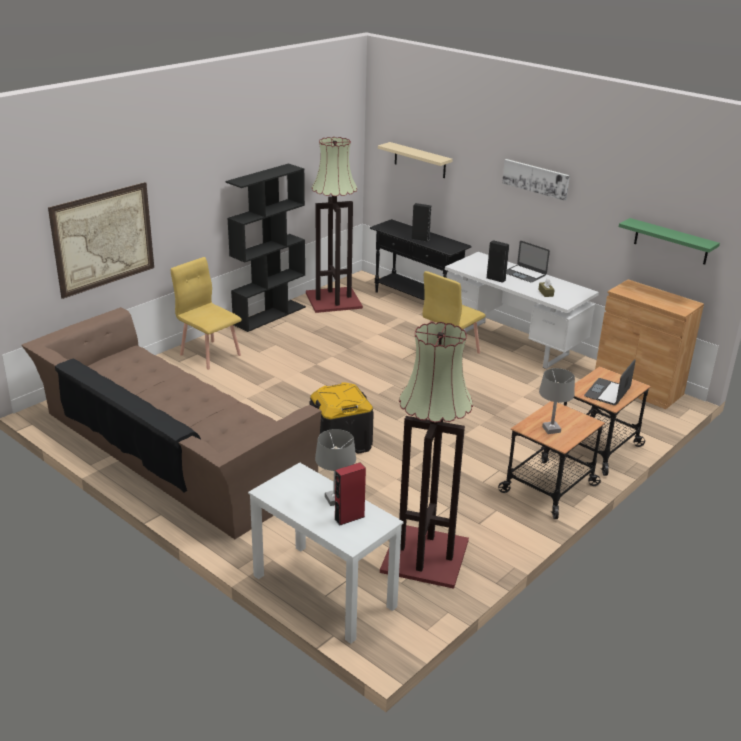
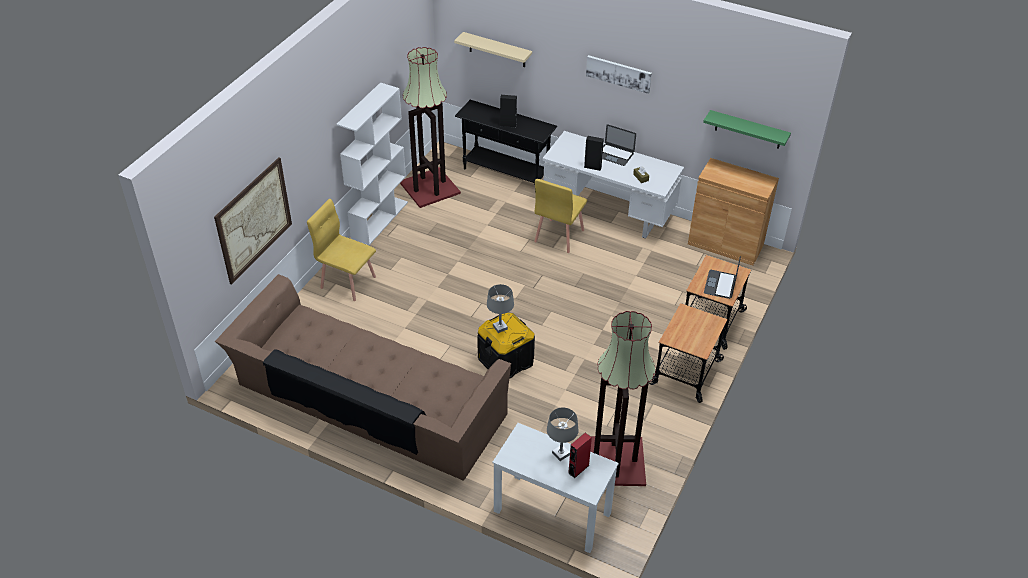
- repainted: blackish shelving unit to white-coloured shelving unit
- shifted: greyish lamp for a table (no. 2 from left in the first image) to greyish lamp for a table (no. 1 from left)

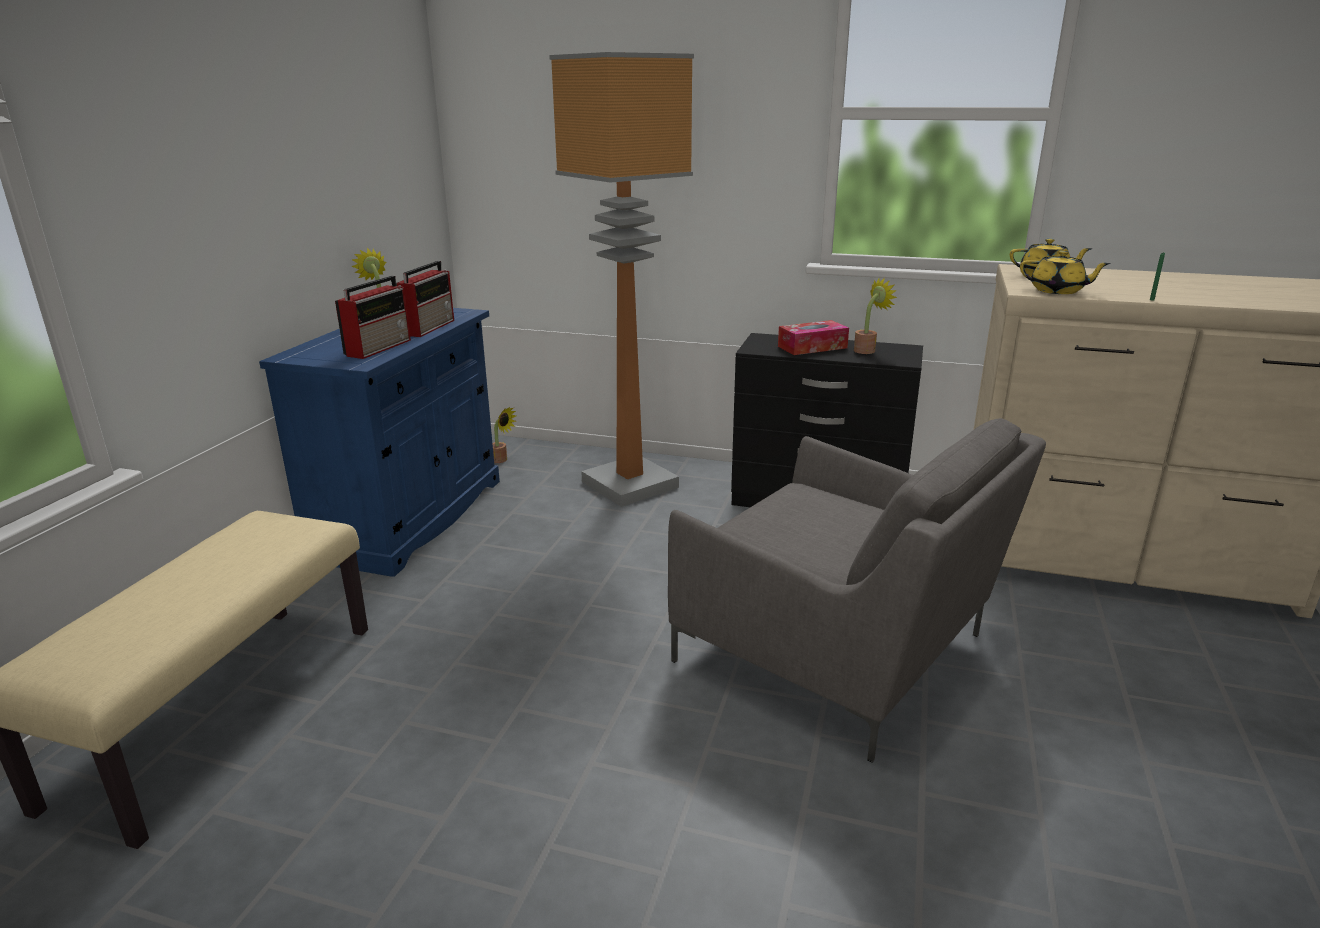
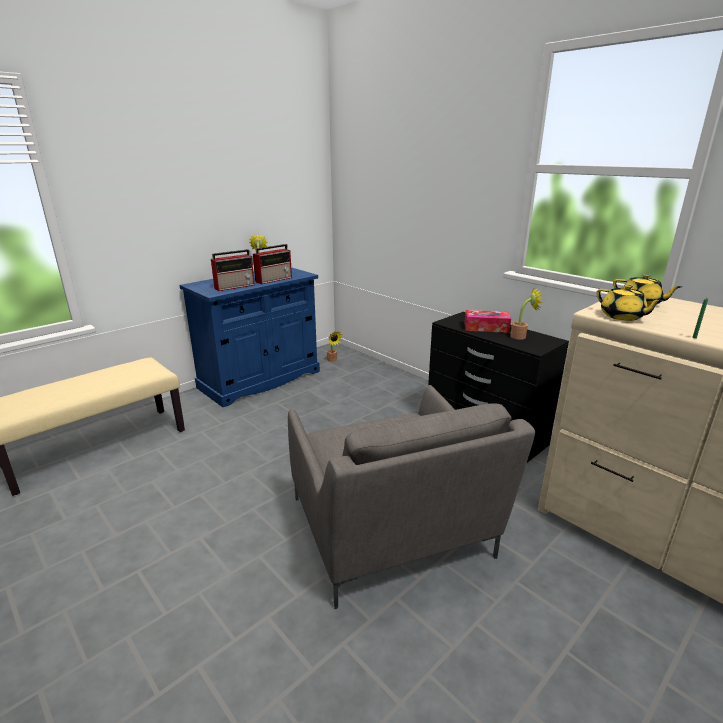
- gone: floor lamp

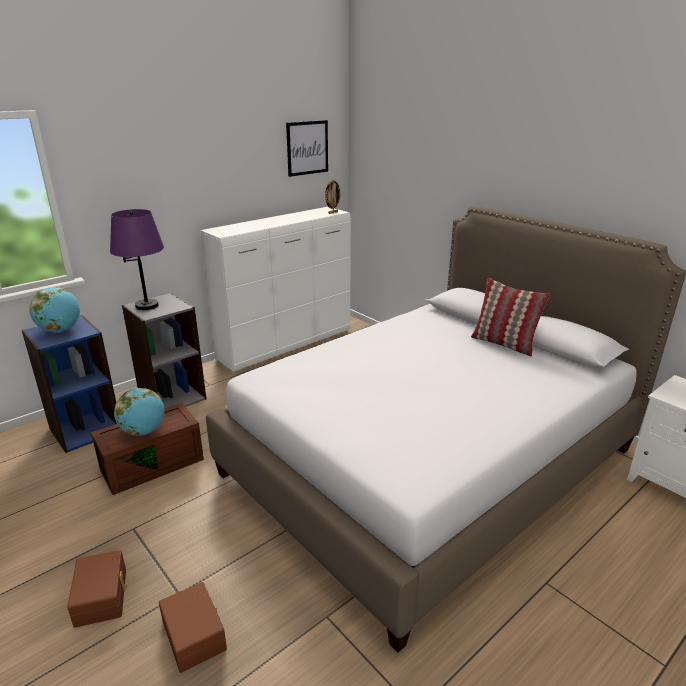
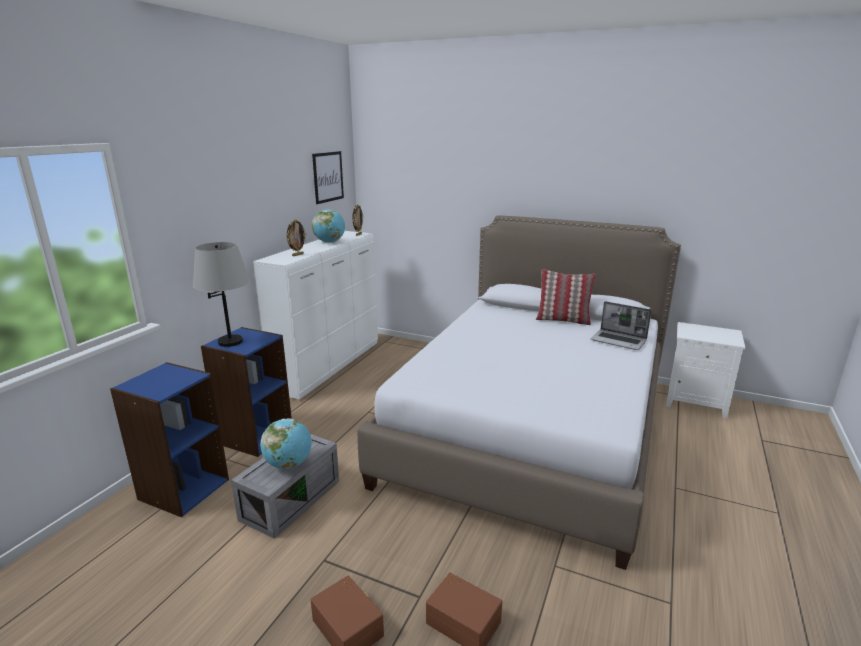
- repainted: purplish lamp for a table to greyish lamp for a table
- repainted: greyish shelving unit to bluish shelving unit (no. 2 from left)
- repainted: brownish storage bin (no. 2 from left) to greyish storage bin
- new: standing frame (no. 1 from left)
- shifted: desk globe (no. 1 from left in the first image) to desk globe (no. 2 from left)
- new: laptop

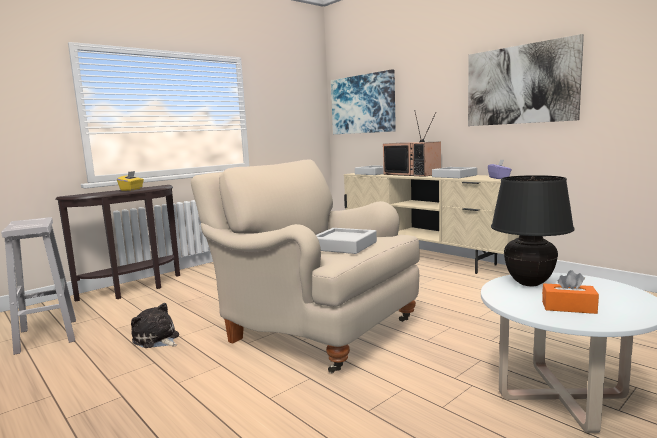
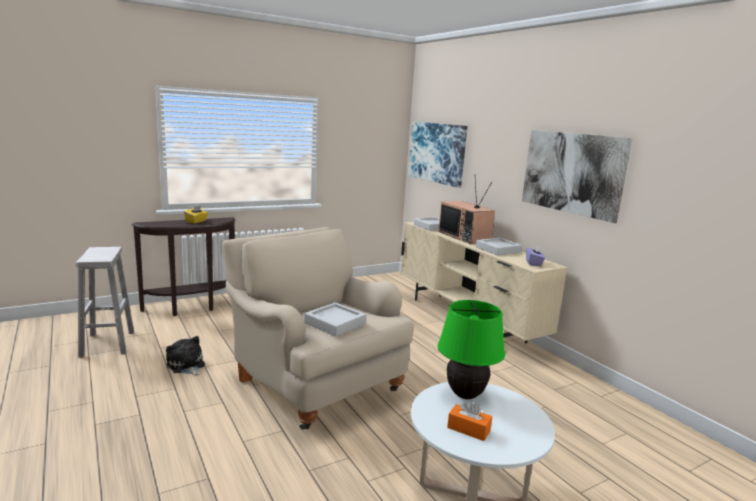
- repainted: blackish lamp for a table to green-coloured lamp for a table

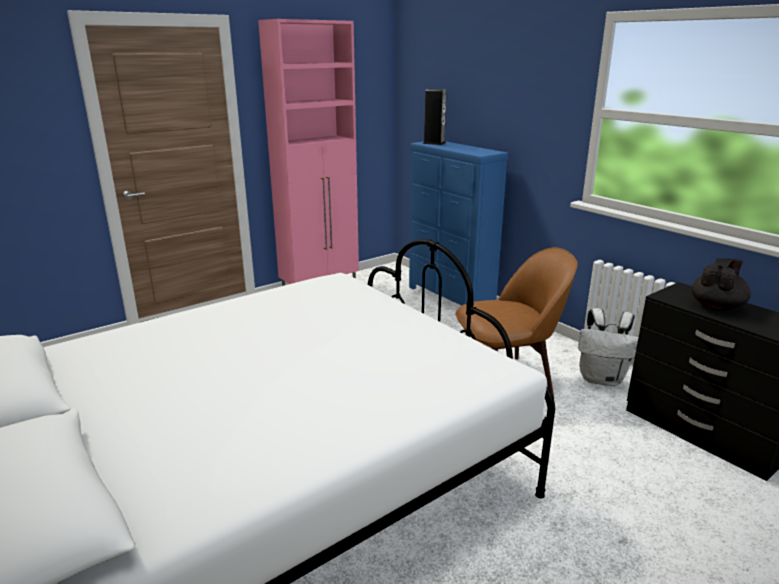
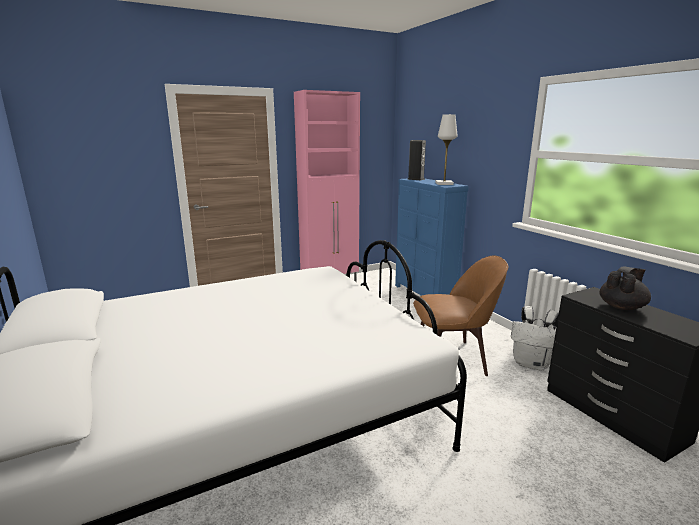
- new: white-coloured lamp for a table

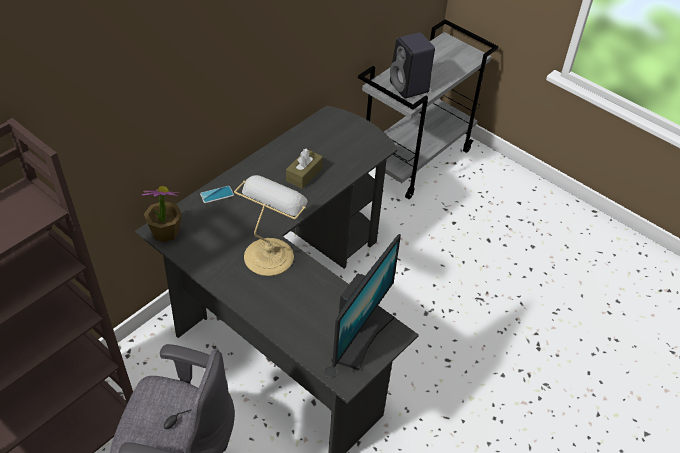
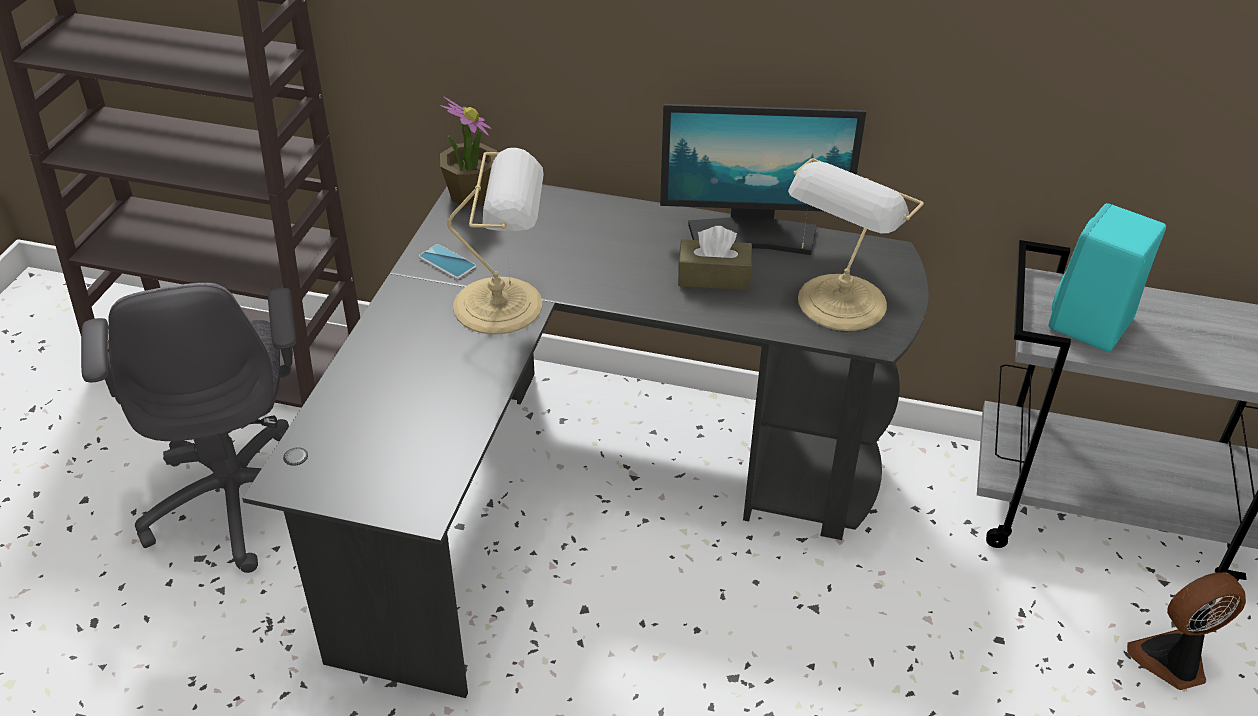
- shifted: phone
- shifted: computer screen
- new: lamp for a table (no. 2 from left)
- repainted: blackish speaker to blue-green speaker
- new: cooling fan

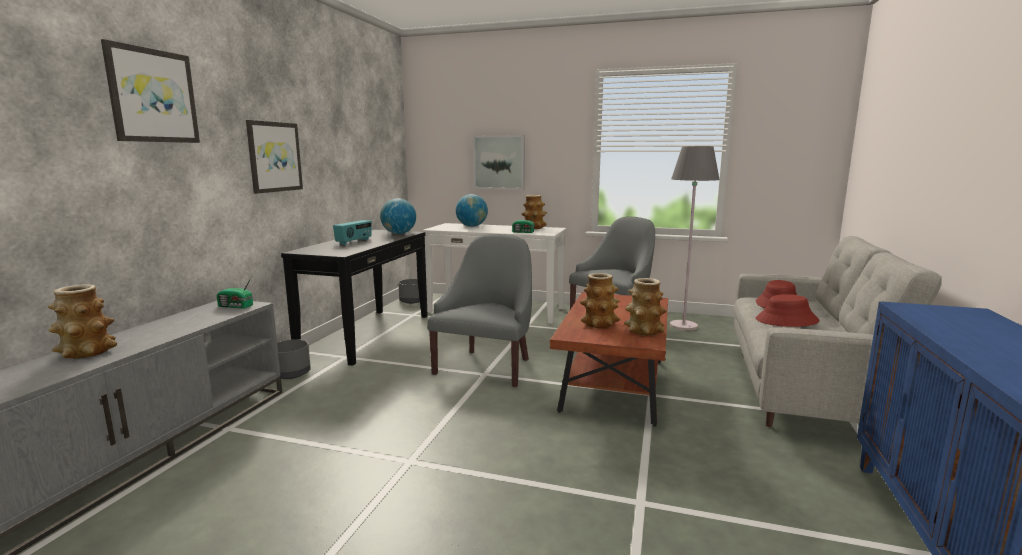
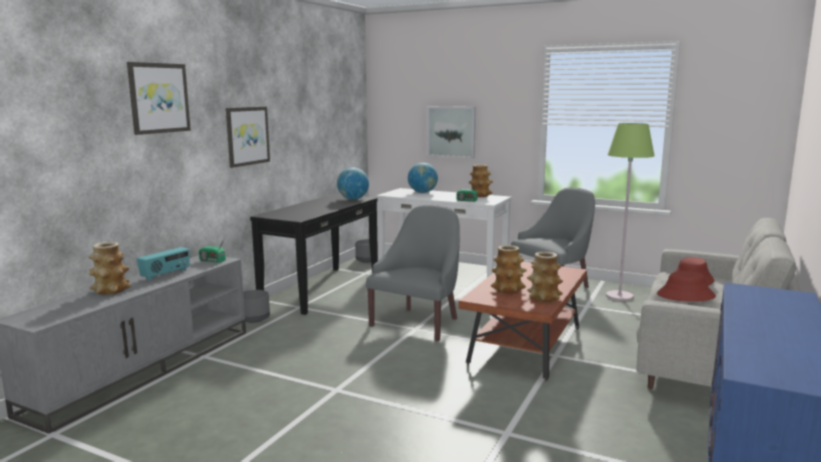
- shifted: radio (no. 2 from left in the first image) to radio (no. 1 from left)
- repainted: greyish floor lamp to green-coloured floor lamp

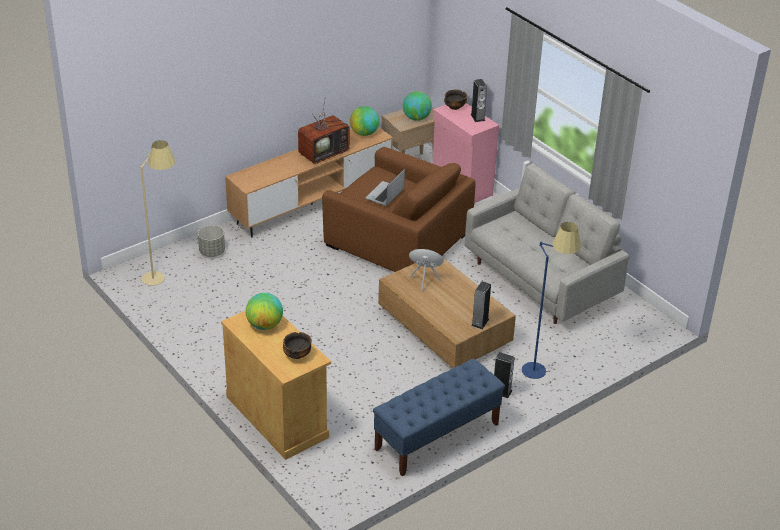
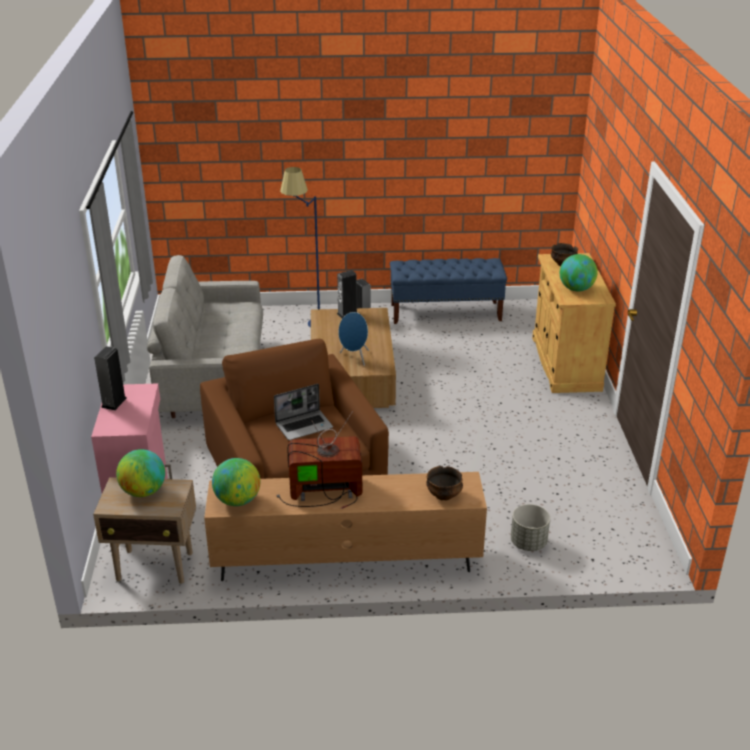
- shifted: serving bowl (no. 2 from left in the first image) to serving bowl (no. 1 from left)
- gone: beige-coloured floor lamp

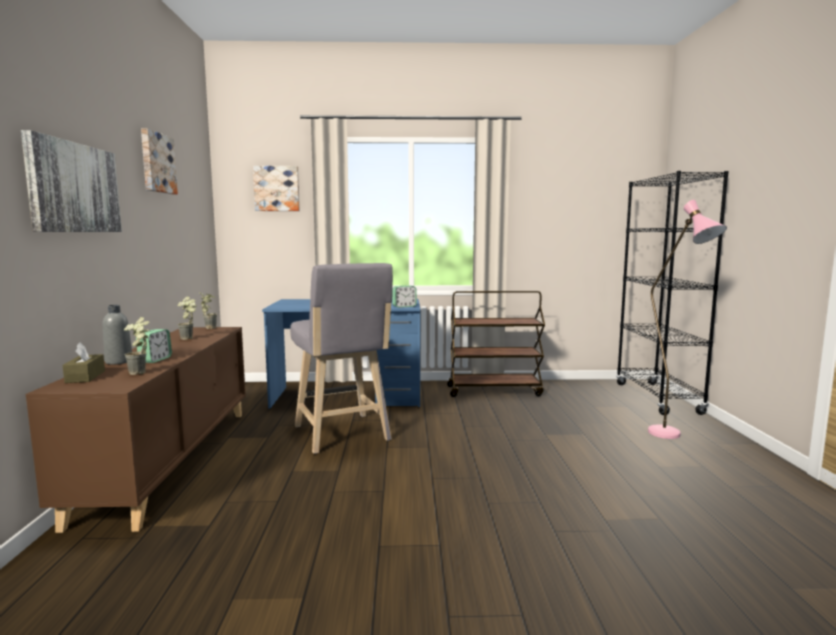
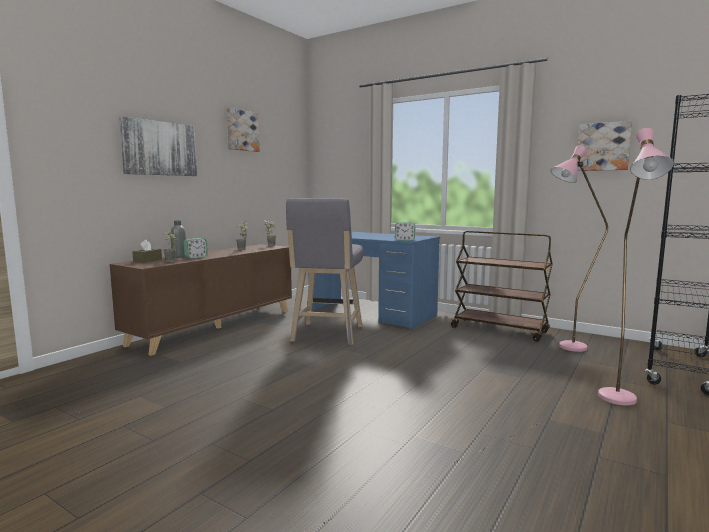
- new: pink floor lamp (no. 1 from left)
- shifted: wall art (no. 3 from left)

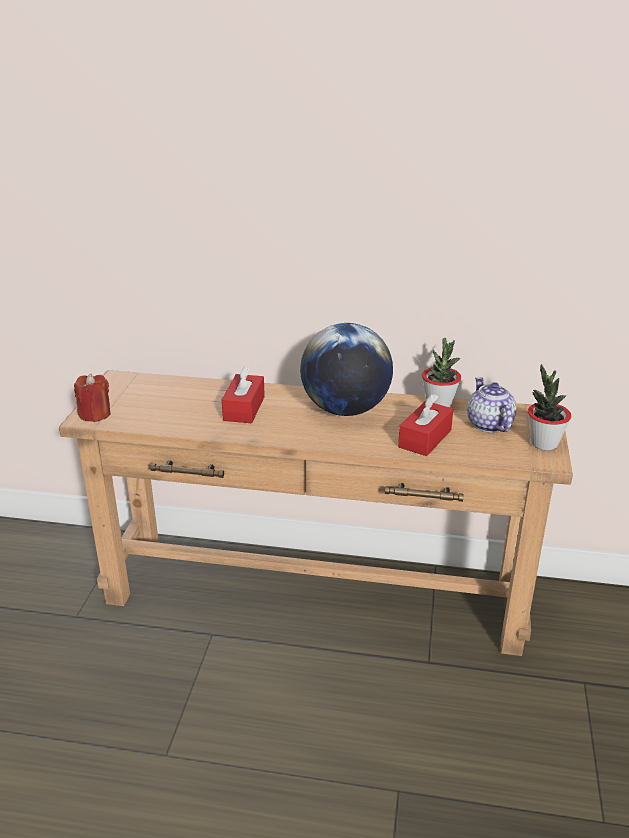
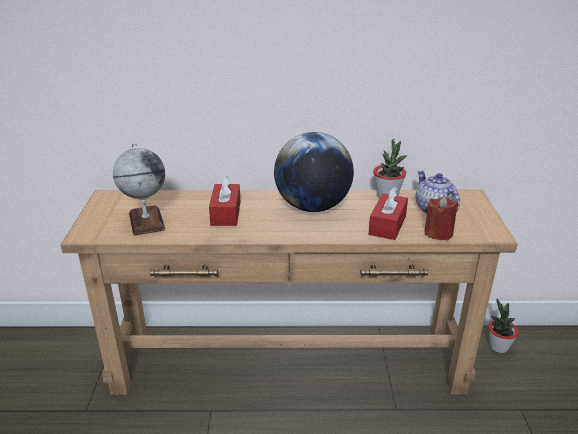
- new: desk globe (no. 1 from left)
- shifted: reddish candle
- shifted: plant in a pot (no. 2 from left)

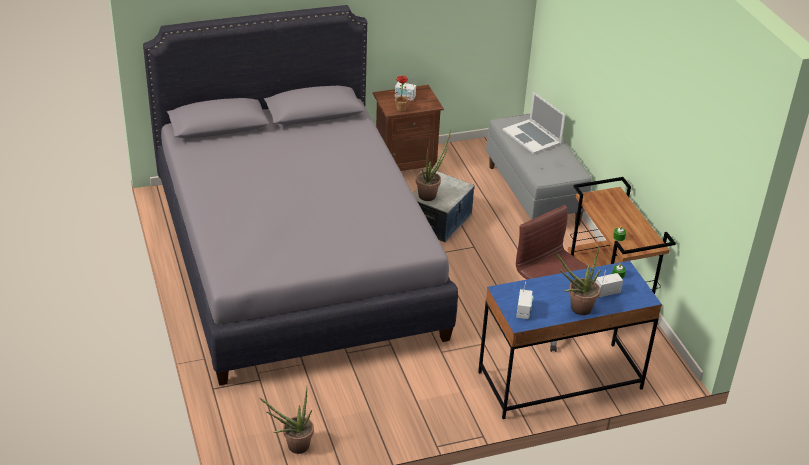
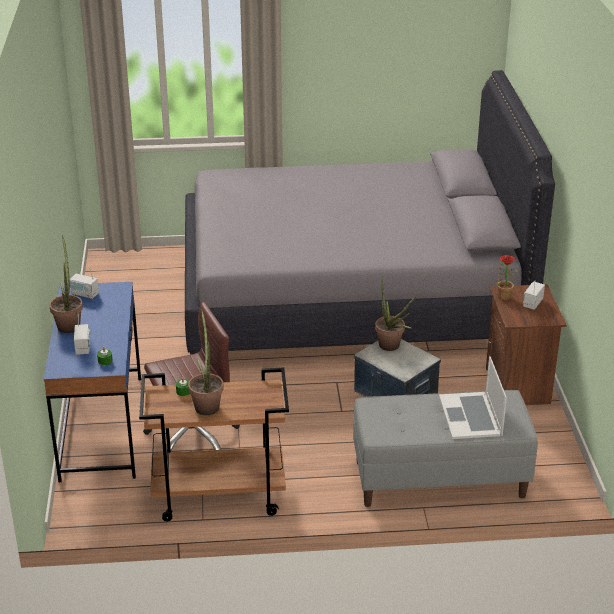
- shifted: plant in a pot (no. 1 from left in the first image) to plant in a pot (no. 2 from left)
- rotated: laptop 75 degrees counterclockwise

